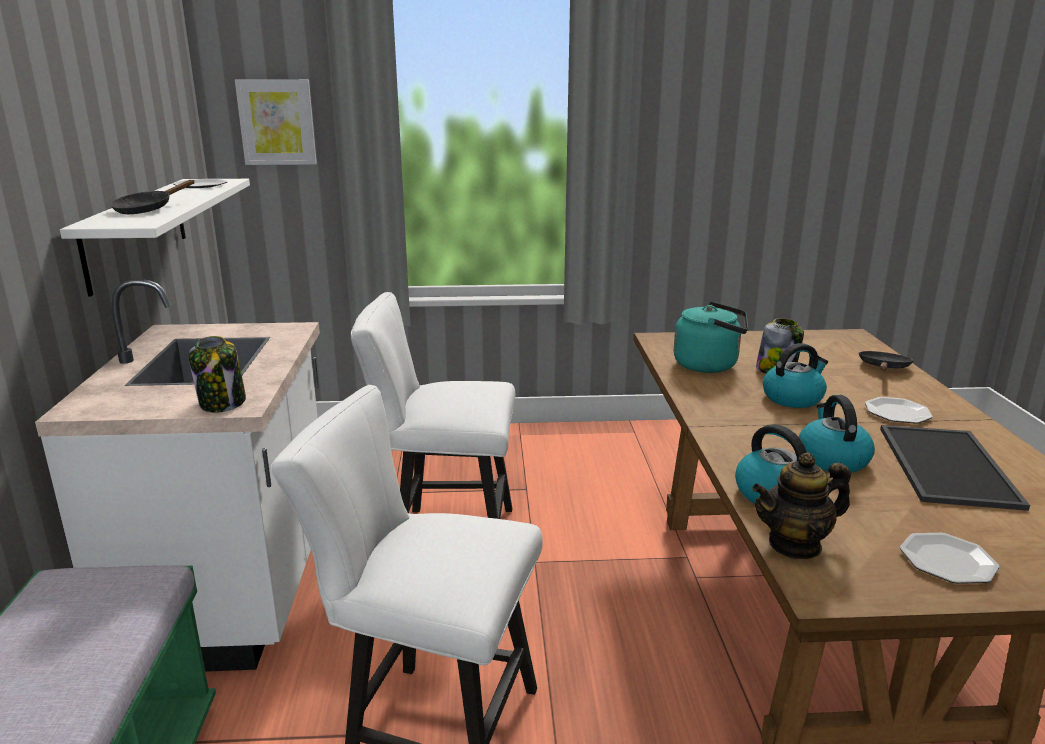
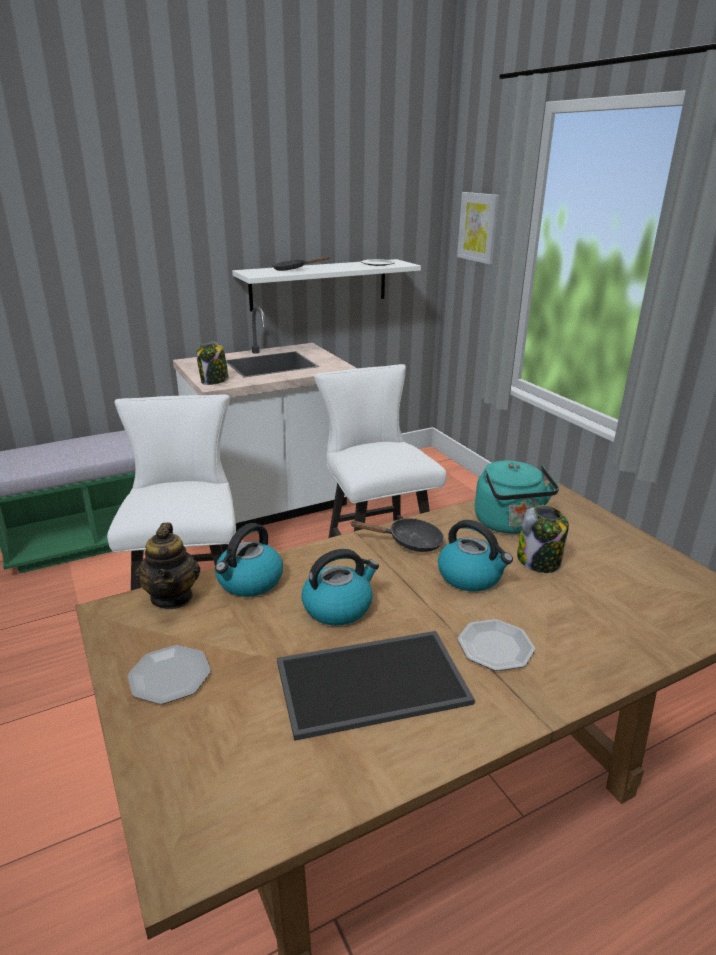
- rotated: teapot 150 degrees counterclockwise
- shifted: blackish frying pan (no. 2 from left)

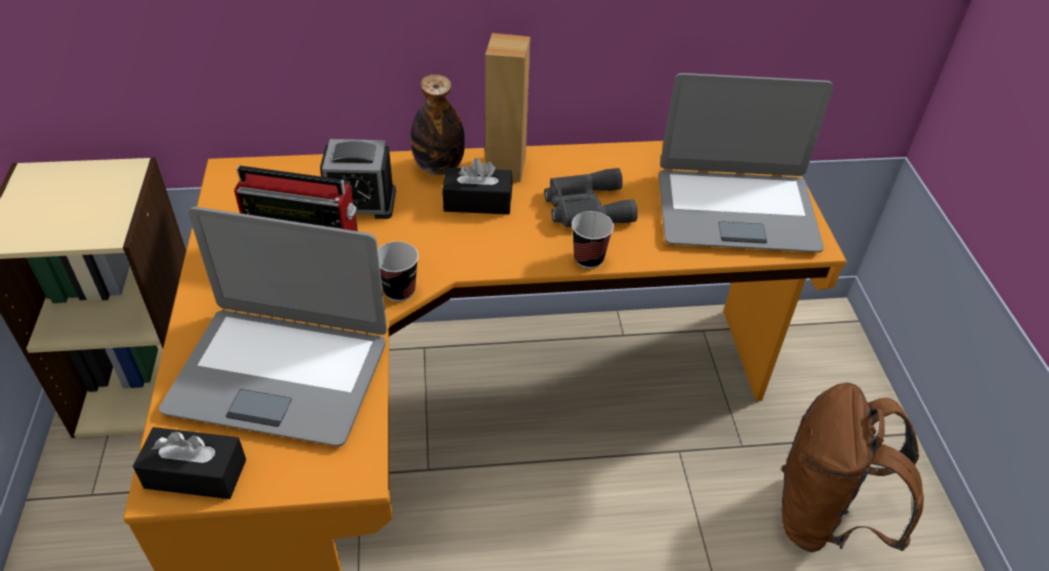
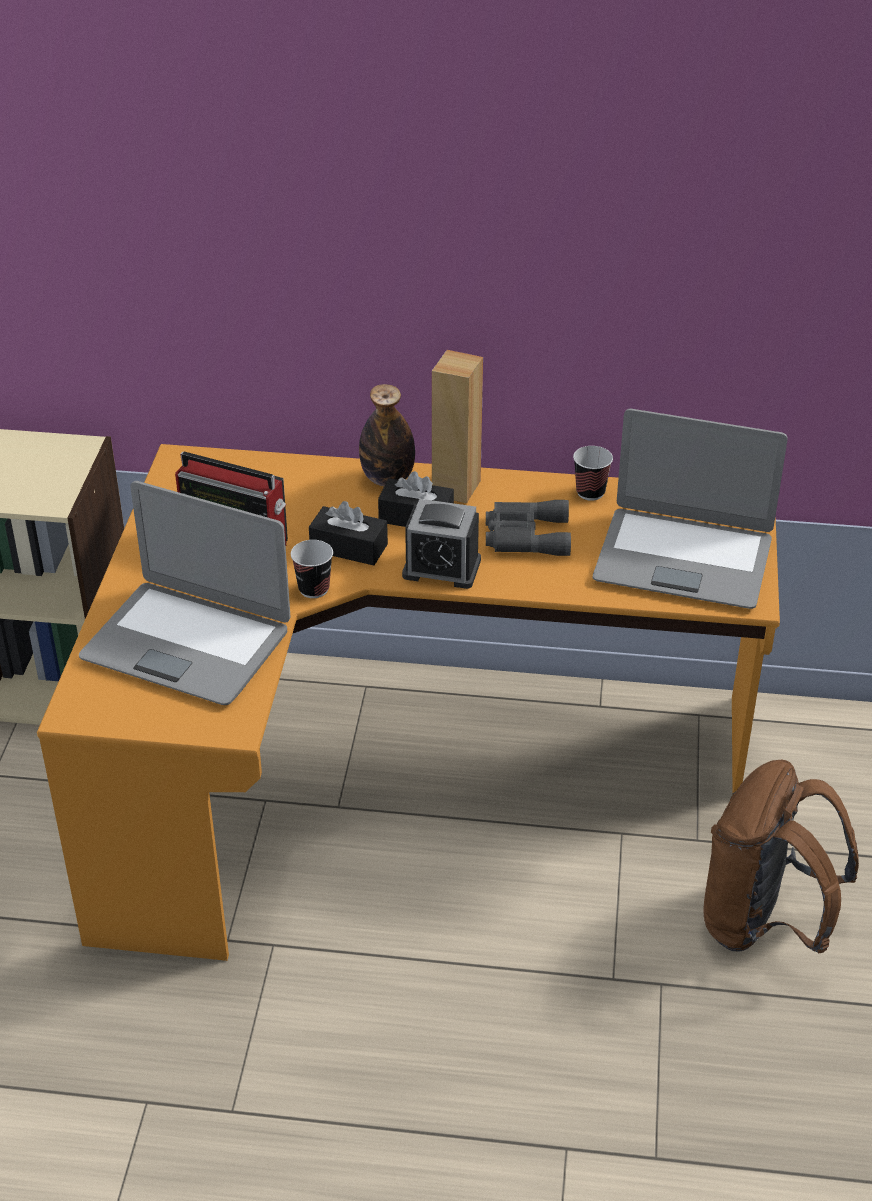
- shifted: blackish tissue holder (no. 1 from left)
- shifted: alarm clock
- shifted: cup (no. 2 from left)

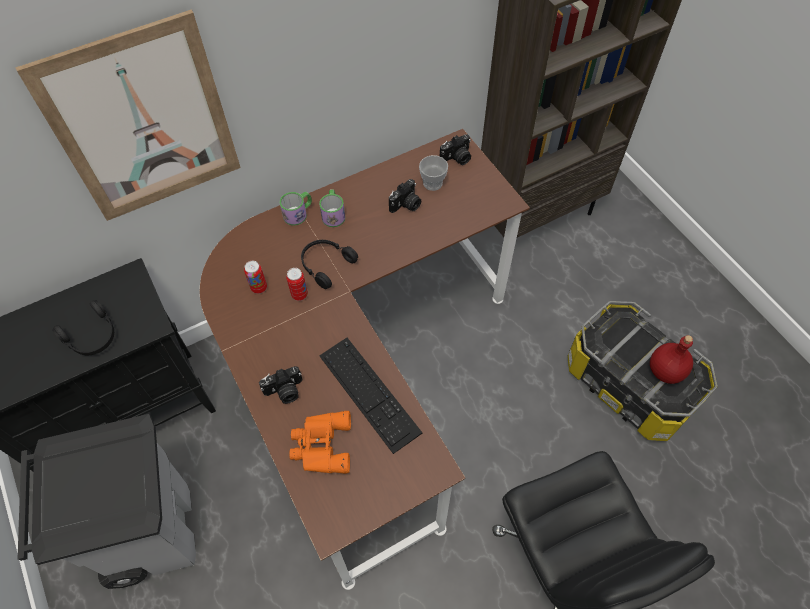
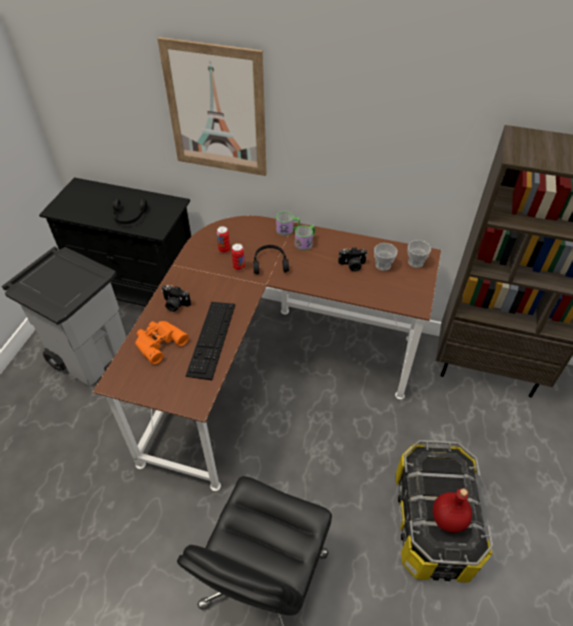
- swapped: still camera (no. 3 from left) to cup (no. 2 from left)

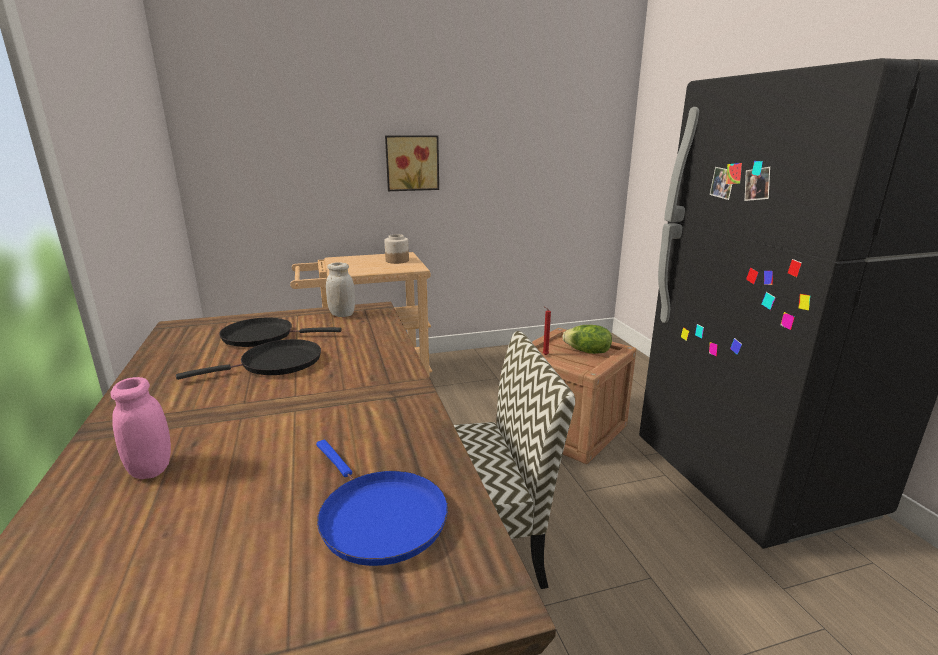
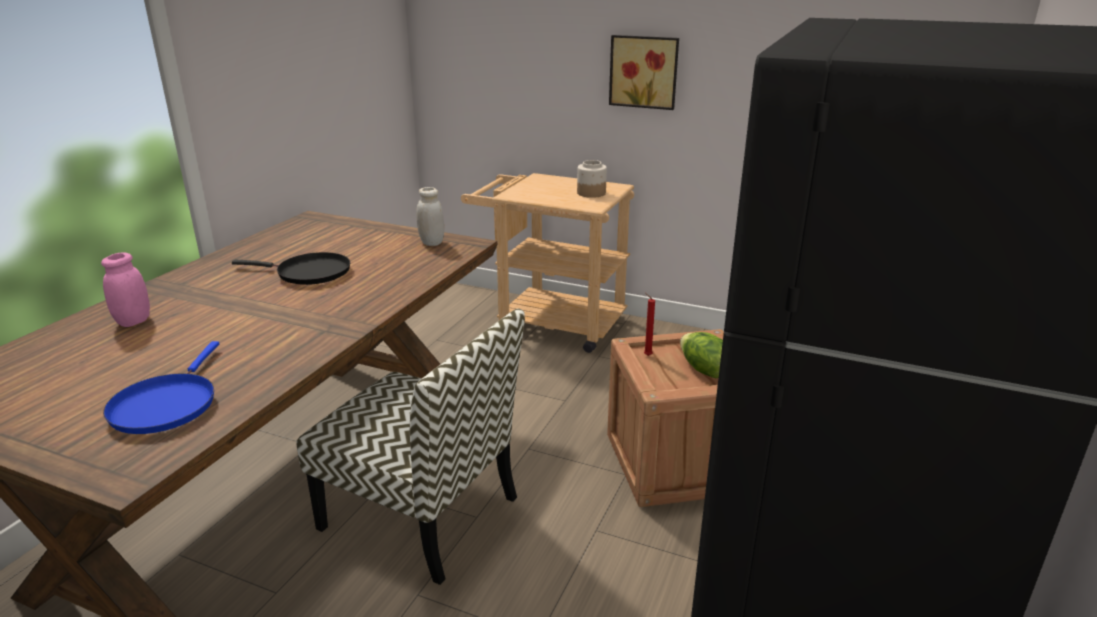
- gone: blackish frying pan (no. 2 from left)

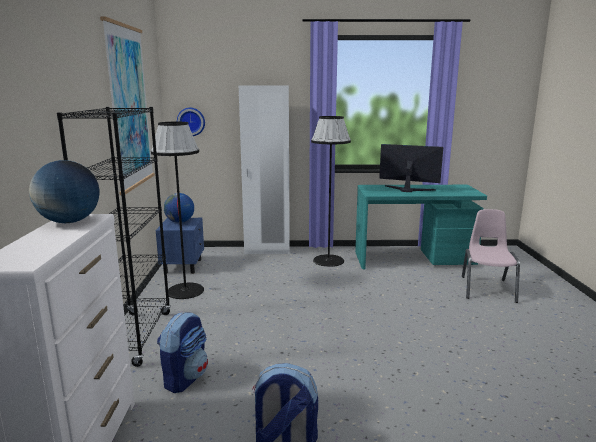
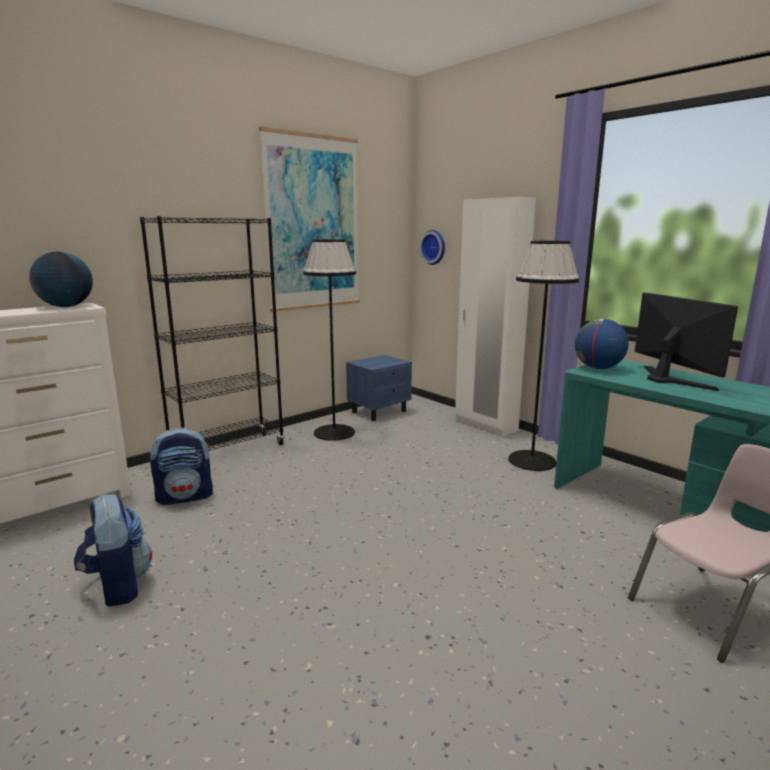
- shifted: desk globe (no. 2 from left)

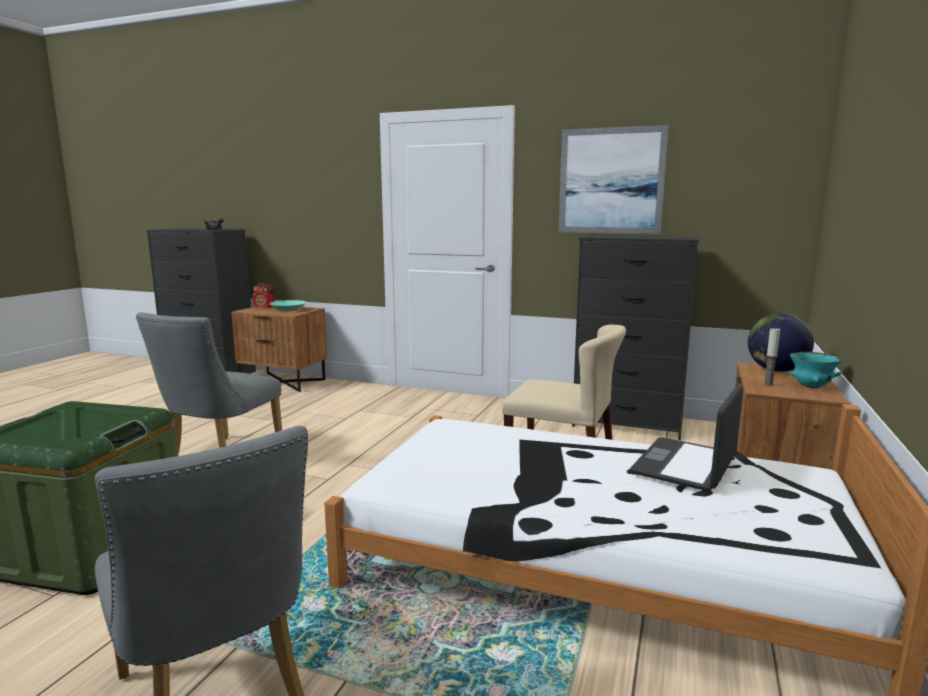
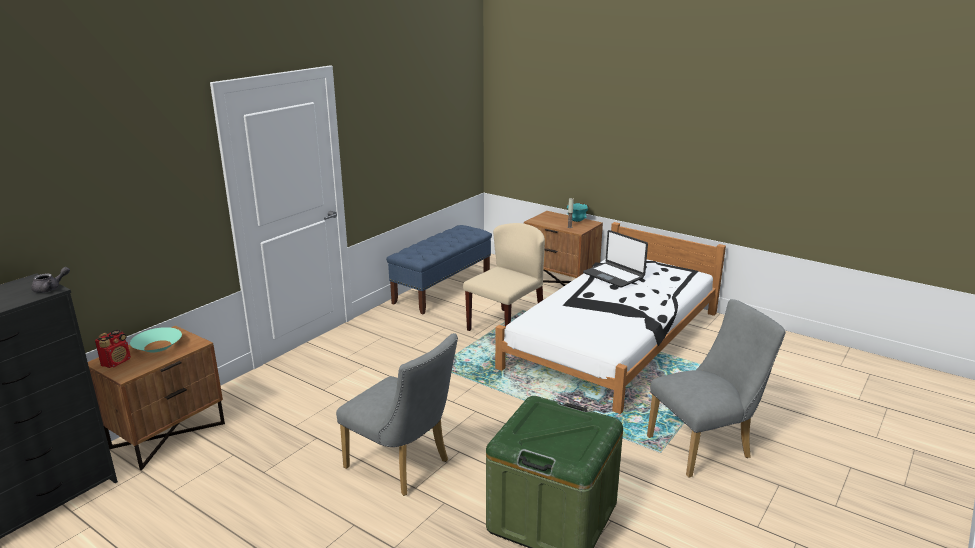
- swapped: blackish dresser (no. 2 from left) to bluish long seat
- gone: wall art
- gone: desk globe

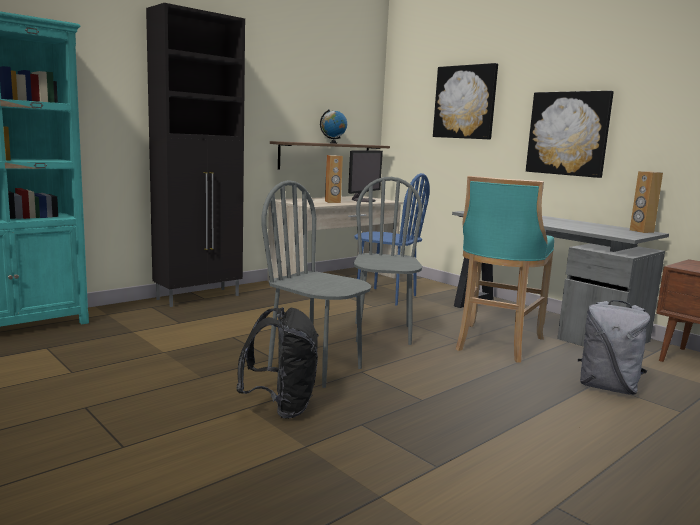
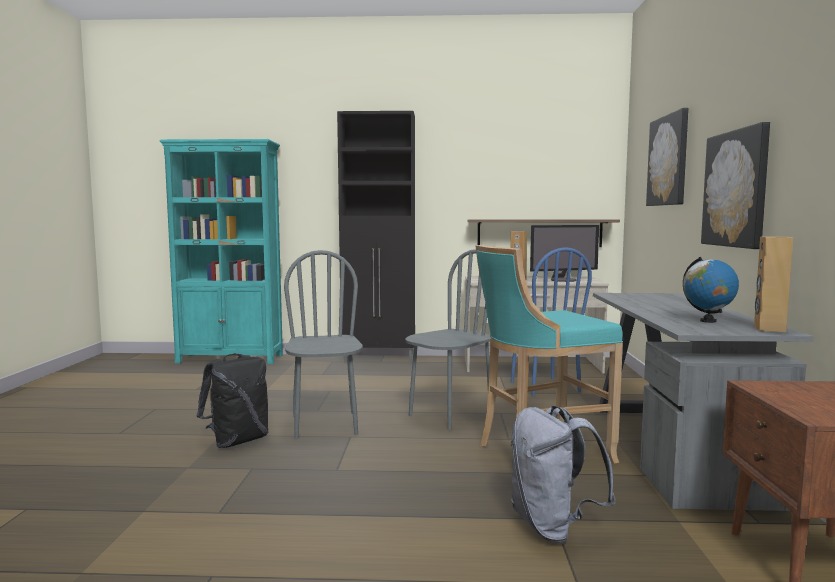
- shifted: desk globe

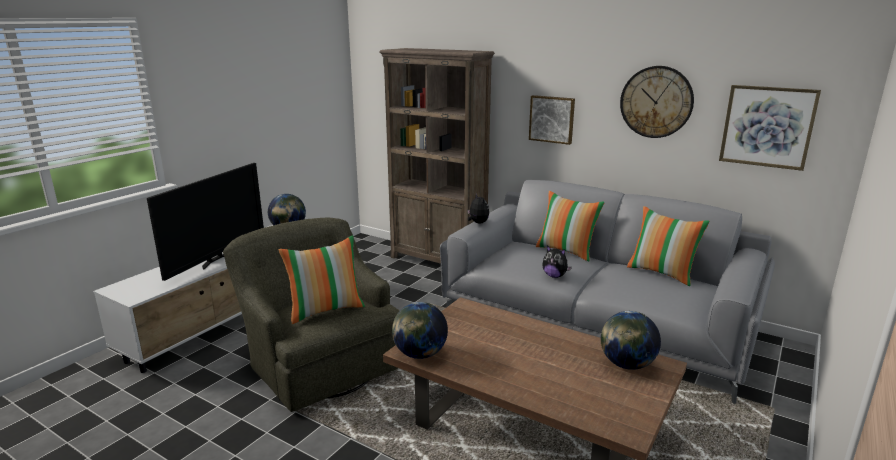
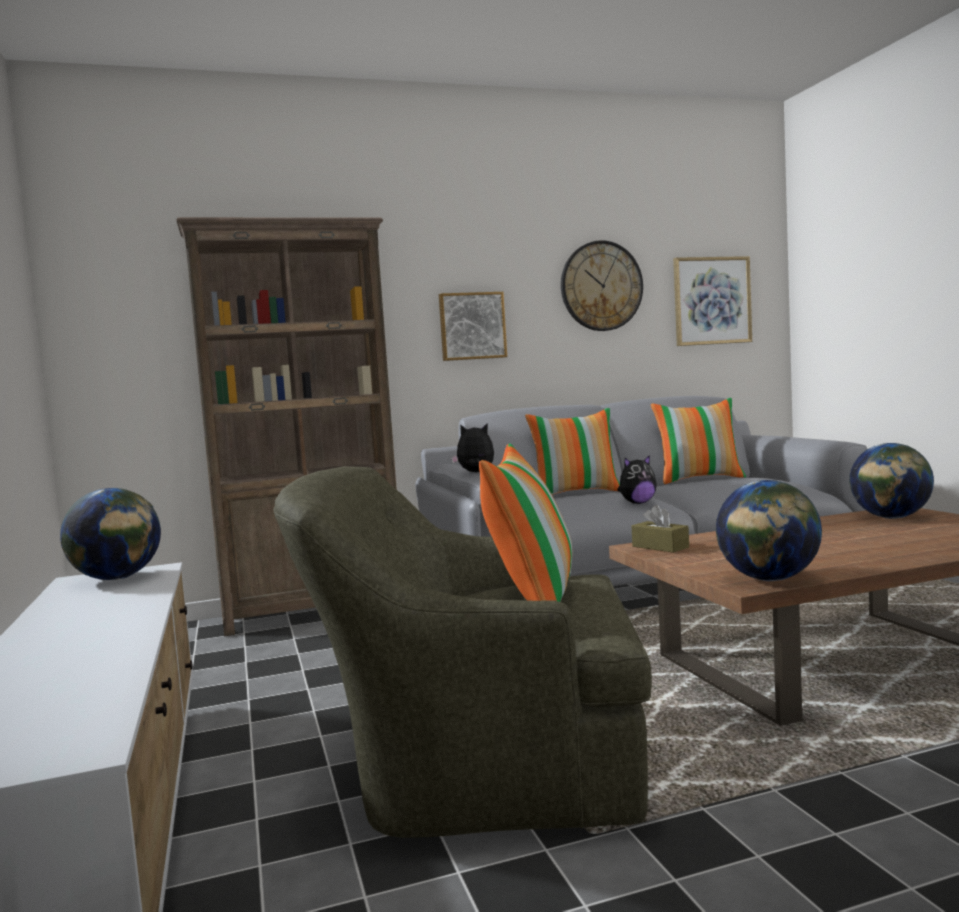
- new: brownish tissue holder
- gone: TV set

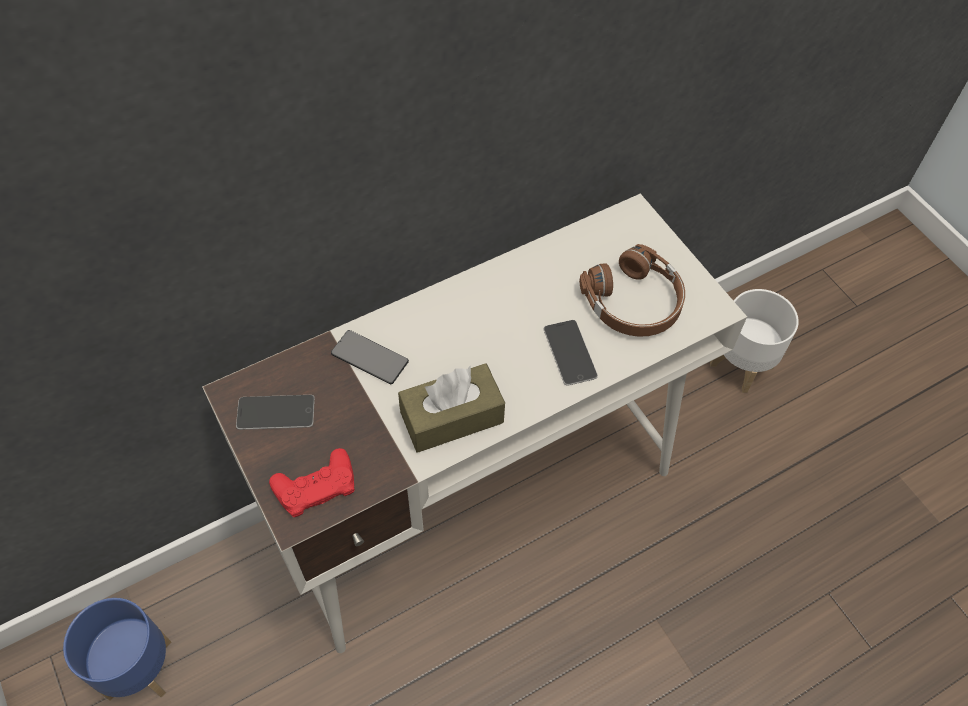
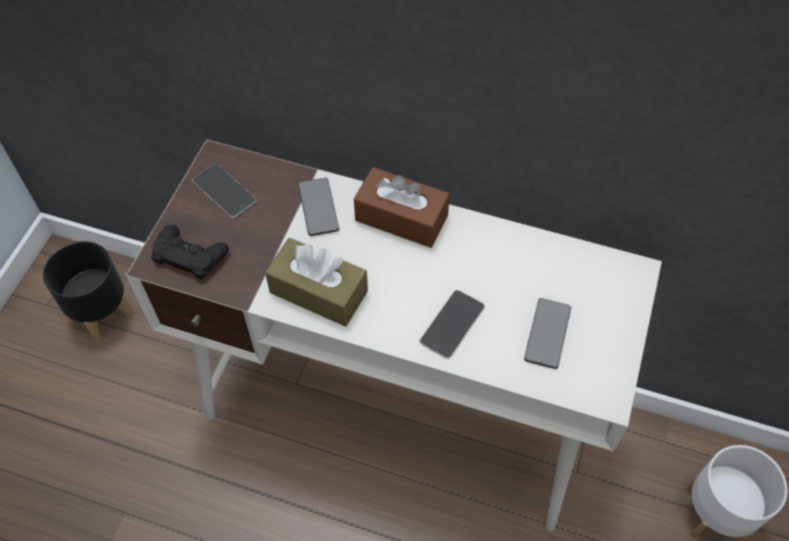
- repainted: bluish flower pot to blackish flower pot
- repainted: reddish game controller to blackish game controller
- new: brownish tissue holder (no. 2 from left)
- swapped: brownish pair of headphones to phone (no. 4 from left)

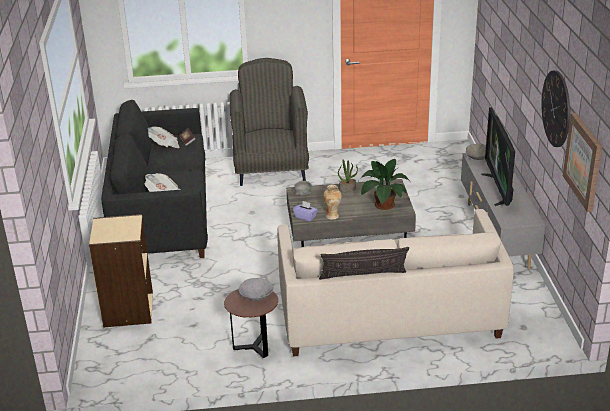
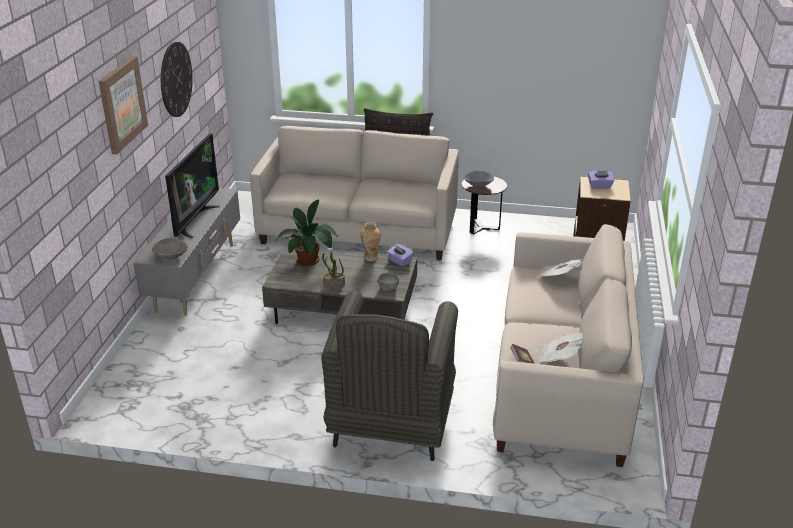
- shifted: wall art
- repainted: blackish settee to beige-coloured settee (no. 2 from left)
- new: purplish tissue holder (no. 2 from left)

